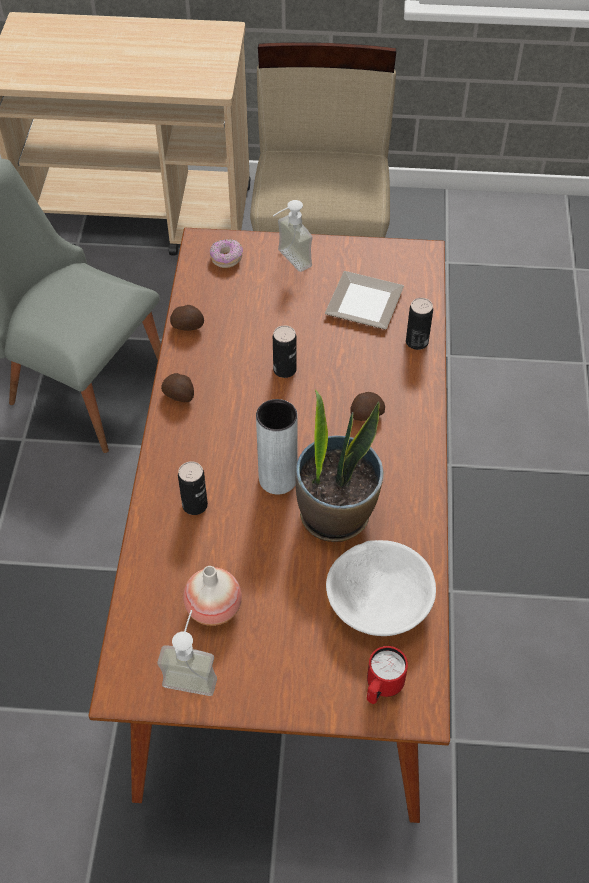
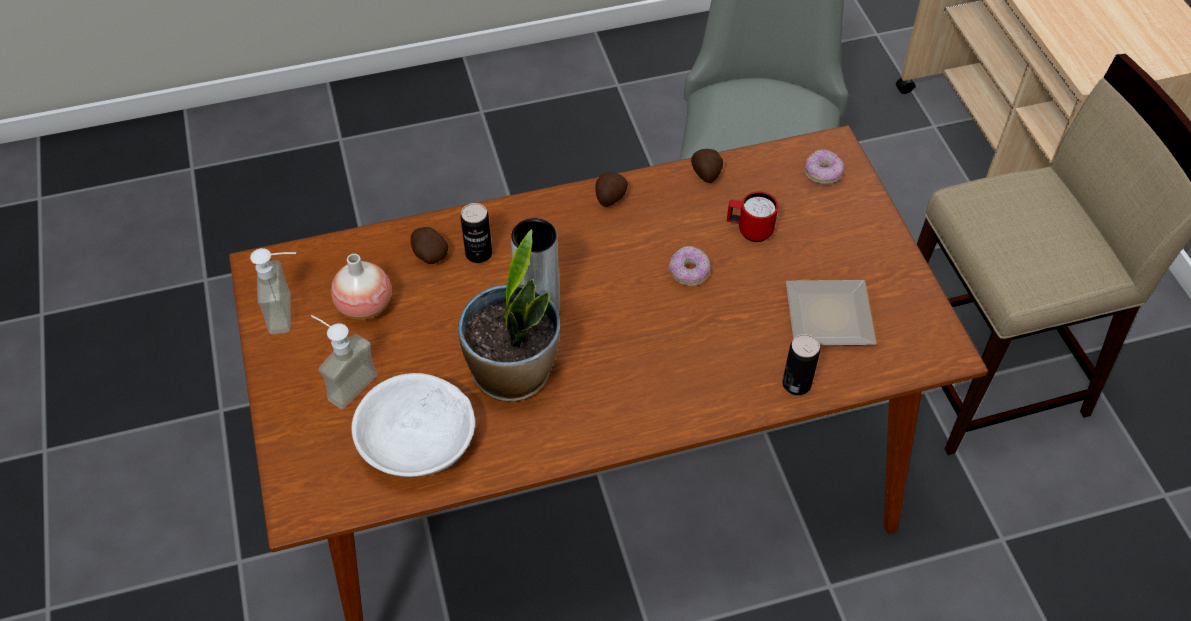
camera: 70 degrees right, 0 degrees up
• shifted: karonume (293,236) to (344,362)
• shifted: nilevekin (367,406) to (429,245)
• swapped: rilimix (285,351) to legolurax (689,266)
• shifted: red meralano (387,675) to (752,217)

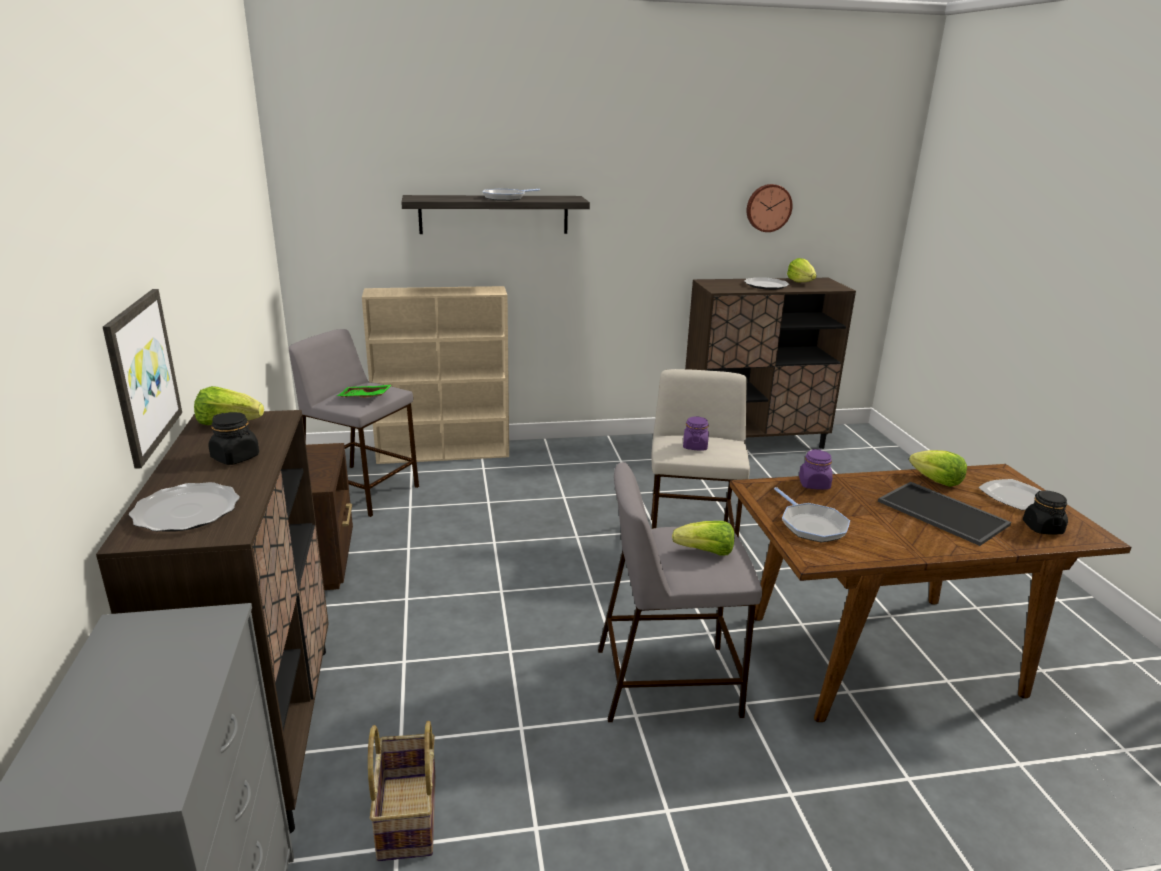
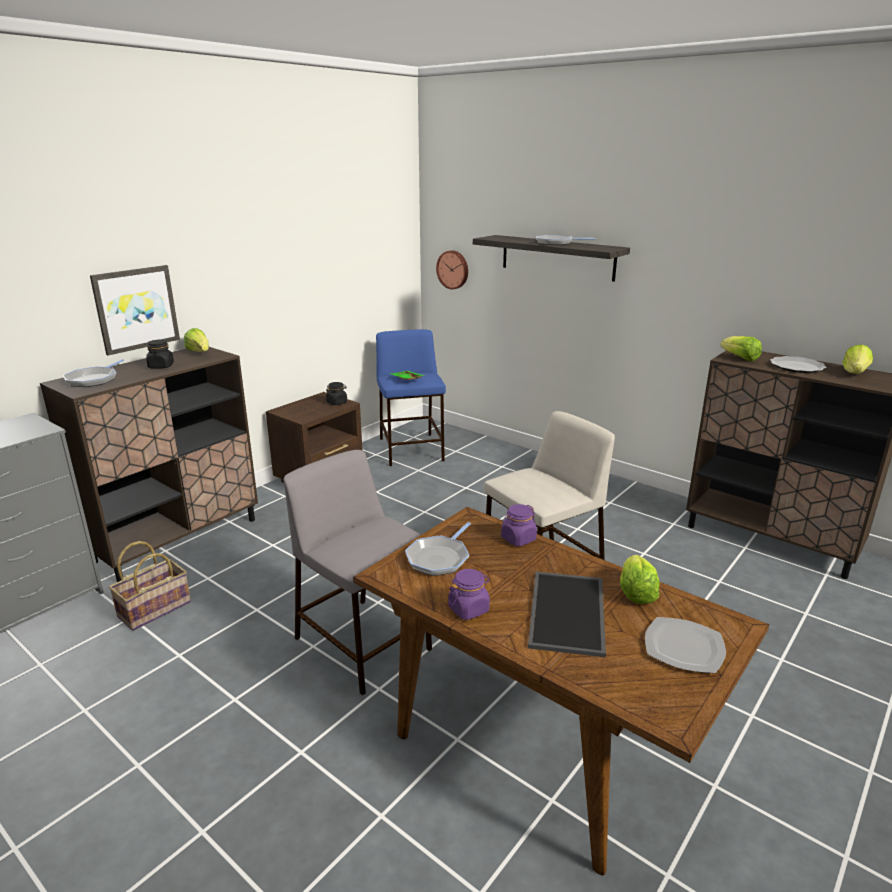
camera: 50 degrees right, 0 degrees up
• swapped: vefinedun (184,507) to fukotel (93,373)
• shifted: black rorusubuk (1045,512) to (336,393)
• repainted: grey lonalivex (354,423) to blue lonalivex (411,397)
• shifted: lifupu (770,208) to (452,269)
• shifted: purple rorusubuk (696,433) to (469,594)
• shifted: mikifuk (703,538) to (741,348)
• gone: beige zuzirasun (435,375)

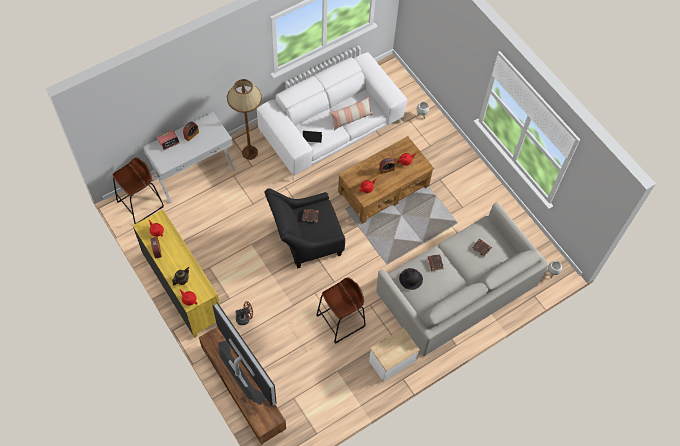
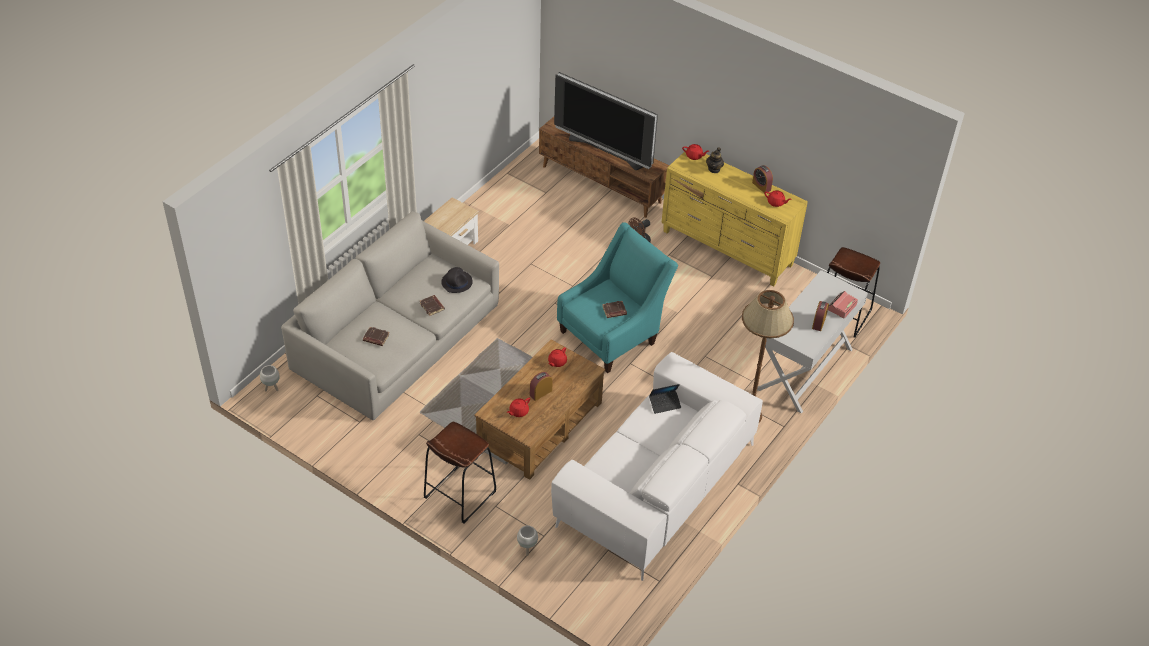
camera: 160 degrees right, 15 degrees down
• shifted: brown lonalivex (341,310) to (460,473)
• repainted: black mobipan (304,228) to turquoise mobipan (617,297)
• gone: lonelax (351,114)

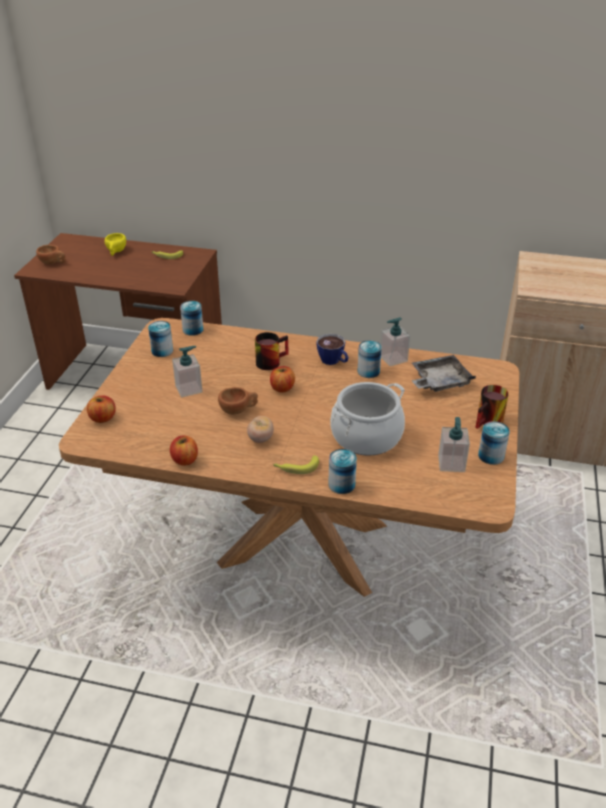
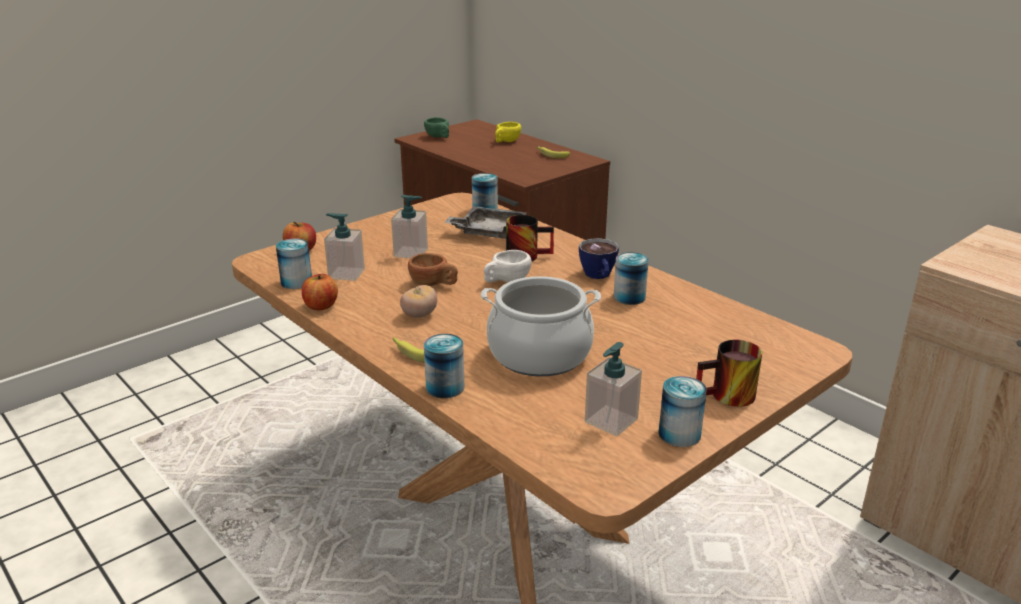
camera: 35 degrees right, 10 degrees down
• shifted: rilimix (160,339) to (294,263)
• shifted: karonume (395,341) to (344,247)
• repainted: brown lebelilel (51,254) to green lebelilel (436,127)
• shifted: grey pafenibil (444,373) to (485,222)
• swapped: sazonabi (282,379) to white lebelilel (508,266)

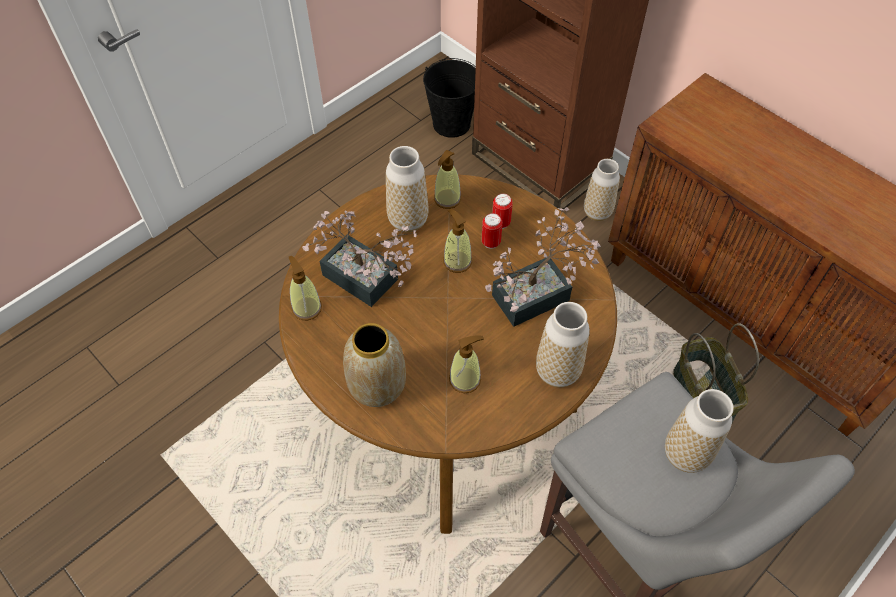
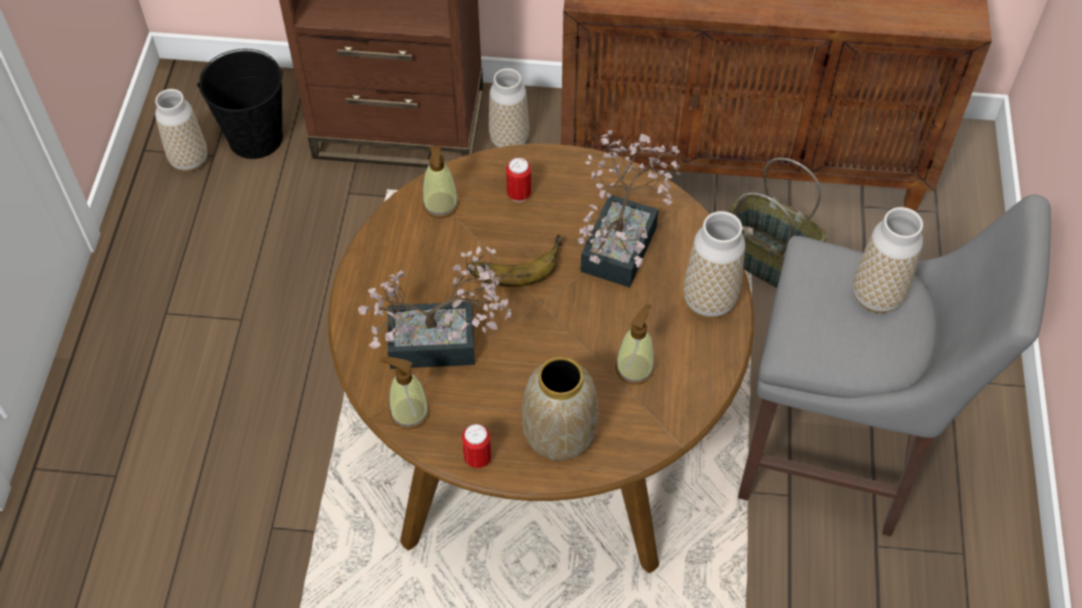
camera: 40 degrees left, 0 degrees up
• shifted: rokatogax (407,189) to (181,130)
• shifted: rilimix (492,231) to (476,446)
• swapped: karonume (457,241) to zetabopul (514,260)

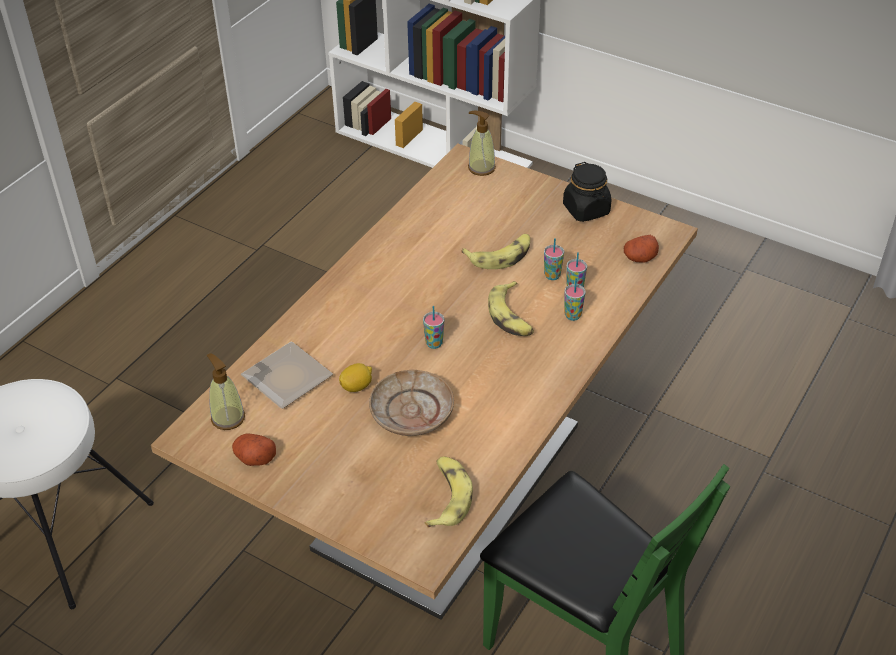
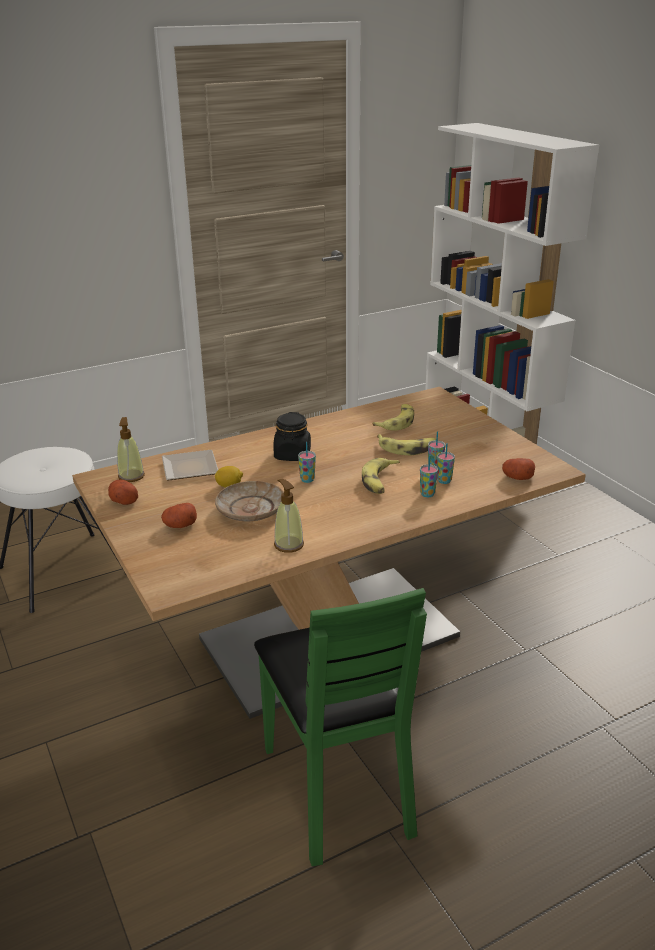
camera: 30 degrees right, 15 degrees down
• new: nilevekin (179,515)
• shifted: black rorusubuk (587,192) to (292,436)
• shifted: karonume (482,143) to (289,516)
• shifted: zetabopul (449,492) to (393,417)

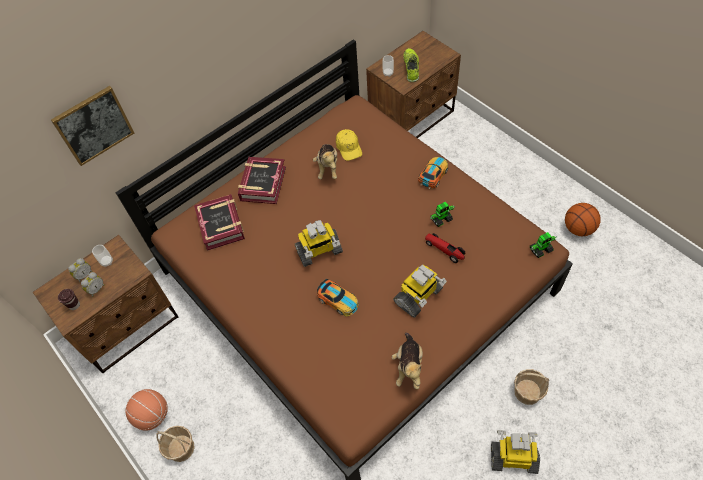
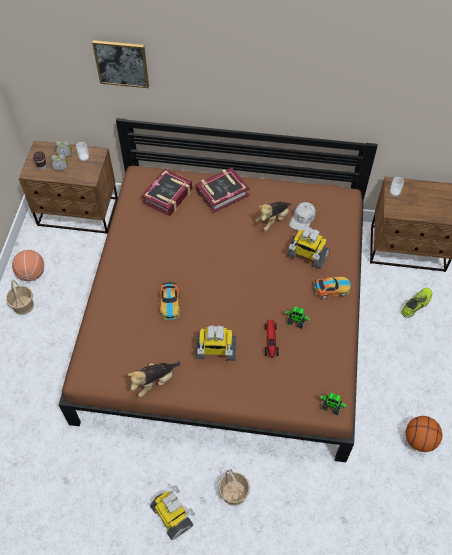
camera: 45 degrees right, 0 degrees up
• shifted: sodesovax (319,243) to (308,248)
• repainted: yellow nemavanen (349,145) to white nemavanen (302,217)
• shifted: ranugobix (411,65) to (416,303)

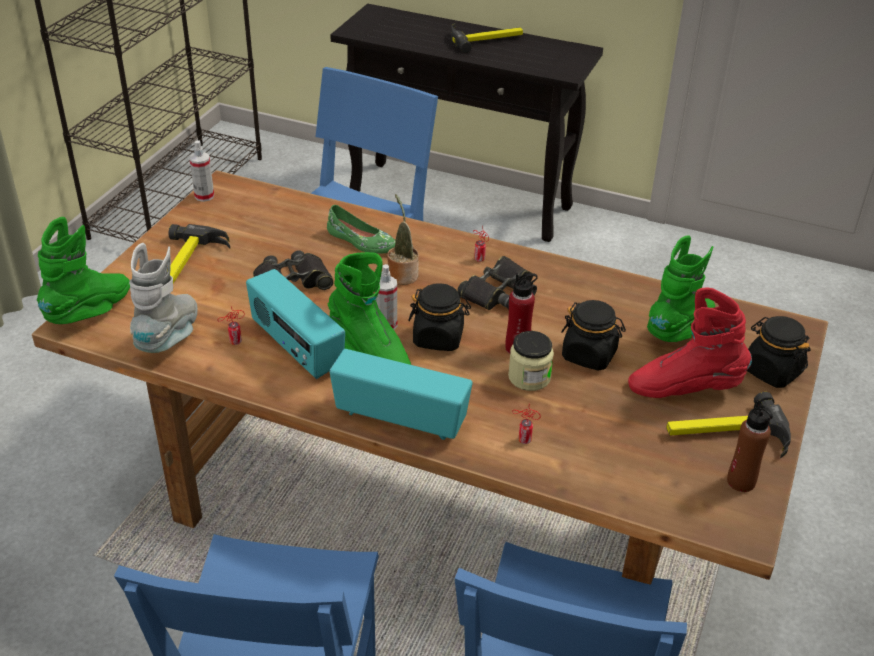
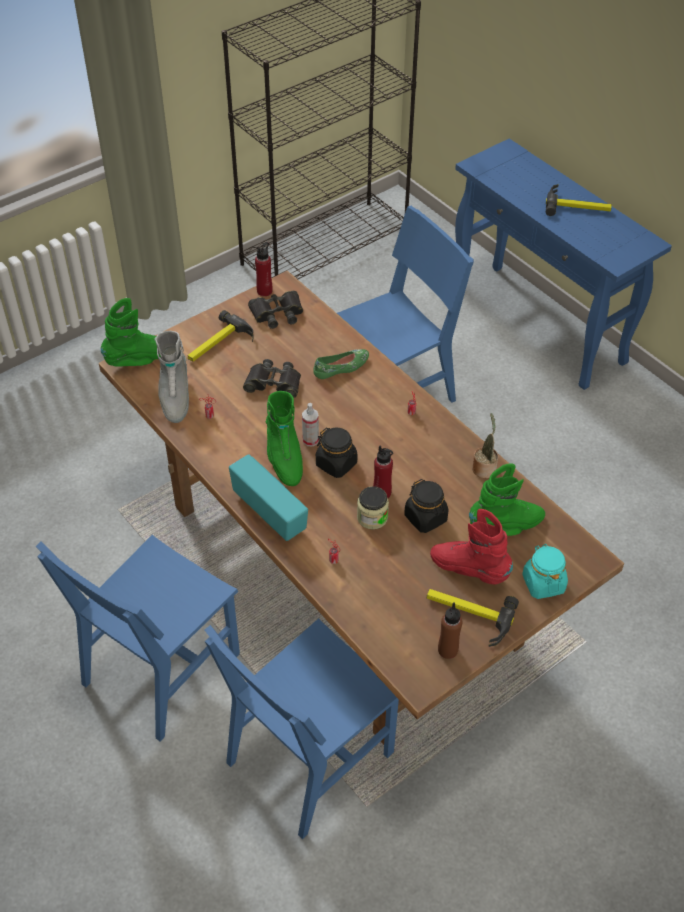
camera: 30 degrees right, 10 degrees up
• rotated: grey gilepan (163,298) = (172,377) 135 degrees clockwise
• shifted: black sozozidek (497,283) to (275,310)
• swapped: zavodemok (201,171) to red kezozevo (264,269)
• rotated: green ranugobix (361,229) = (341,364) 90 degrees counterclockwise
• repainted: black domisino (466,123) to blue domisino (563,264)
• shifted: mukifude (403,239) to (485,445)
• repainted: black rorusubuk (779,352) to turquoise rorusubuk (545,571)
• gone: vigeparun (295,324)

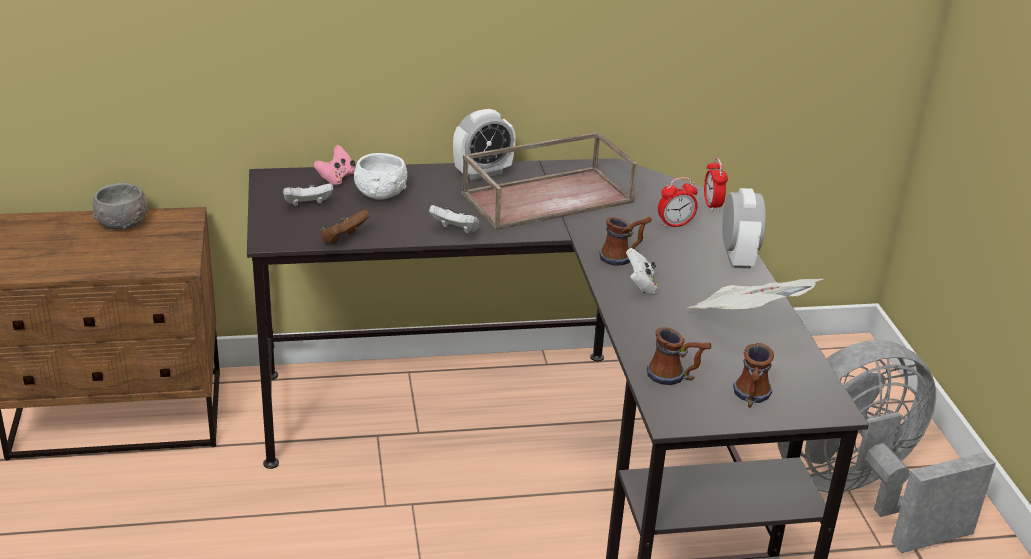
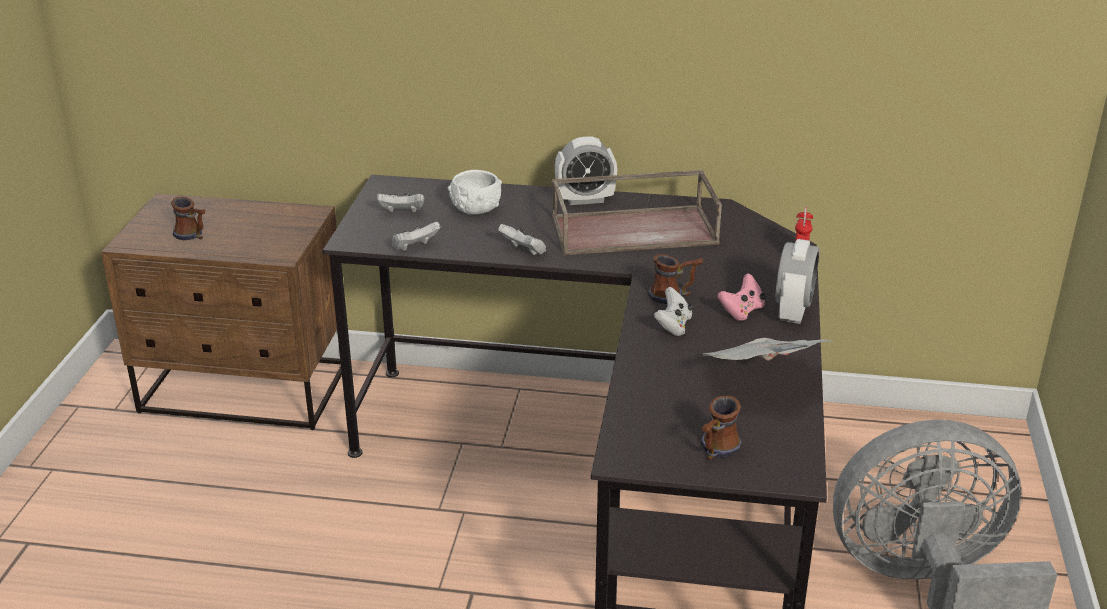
camera: 20 degrees right, 0 degrees up
• shifted: meralano (679,356) to (188,218)
• repainted: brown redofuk (345,227) to white redofuk (416,236)
• shifted: pink redofuk (334,165) to (742,297)
• gone: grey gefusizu (120,206)
• gone: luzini (678,202)

